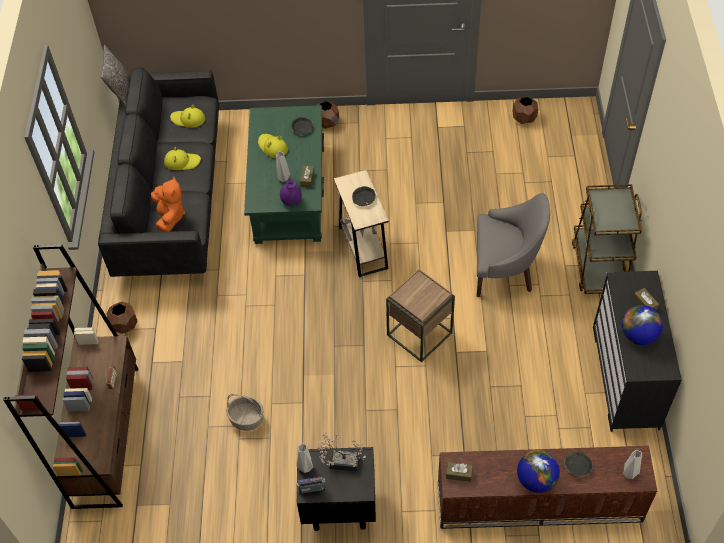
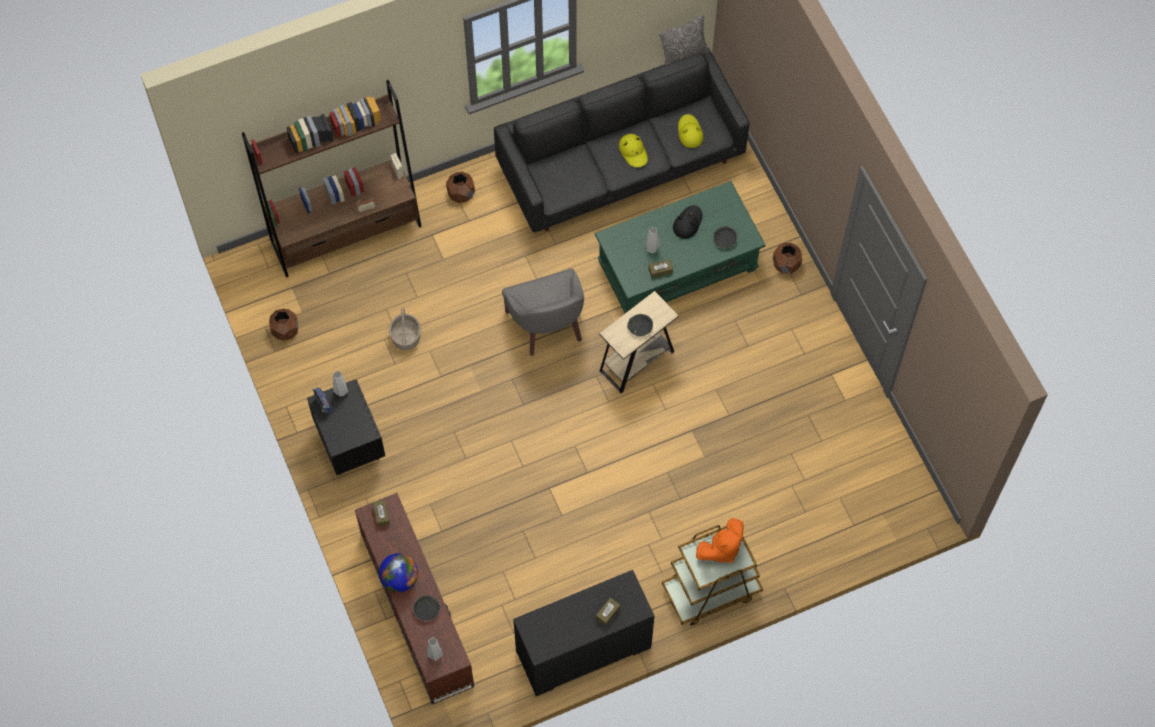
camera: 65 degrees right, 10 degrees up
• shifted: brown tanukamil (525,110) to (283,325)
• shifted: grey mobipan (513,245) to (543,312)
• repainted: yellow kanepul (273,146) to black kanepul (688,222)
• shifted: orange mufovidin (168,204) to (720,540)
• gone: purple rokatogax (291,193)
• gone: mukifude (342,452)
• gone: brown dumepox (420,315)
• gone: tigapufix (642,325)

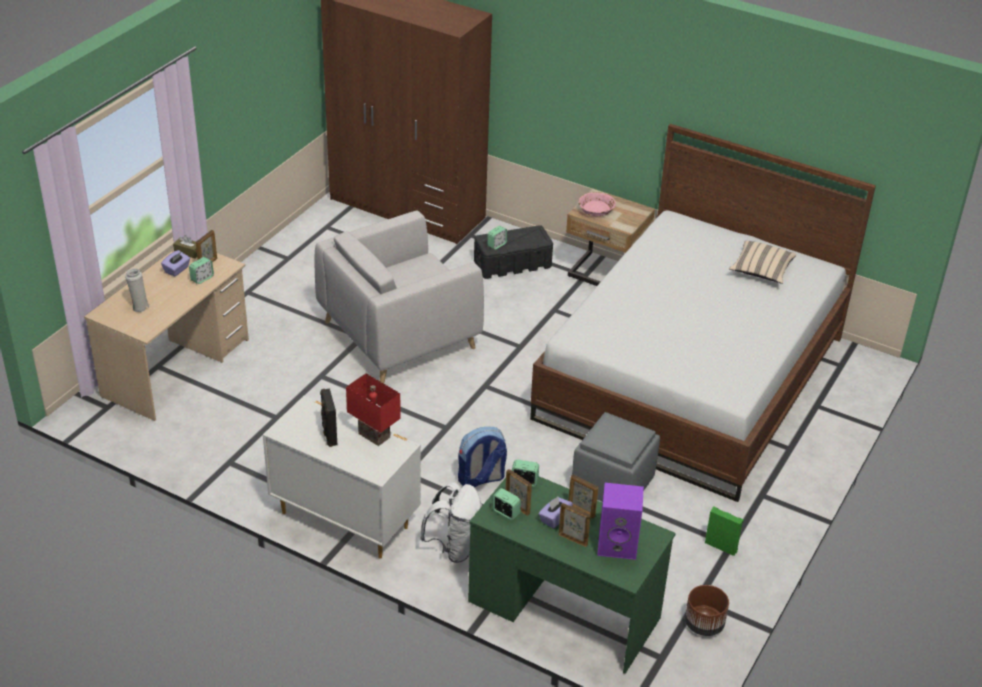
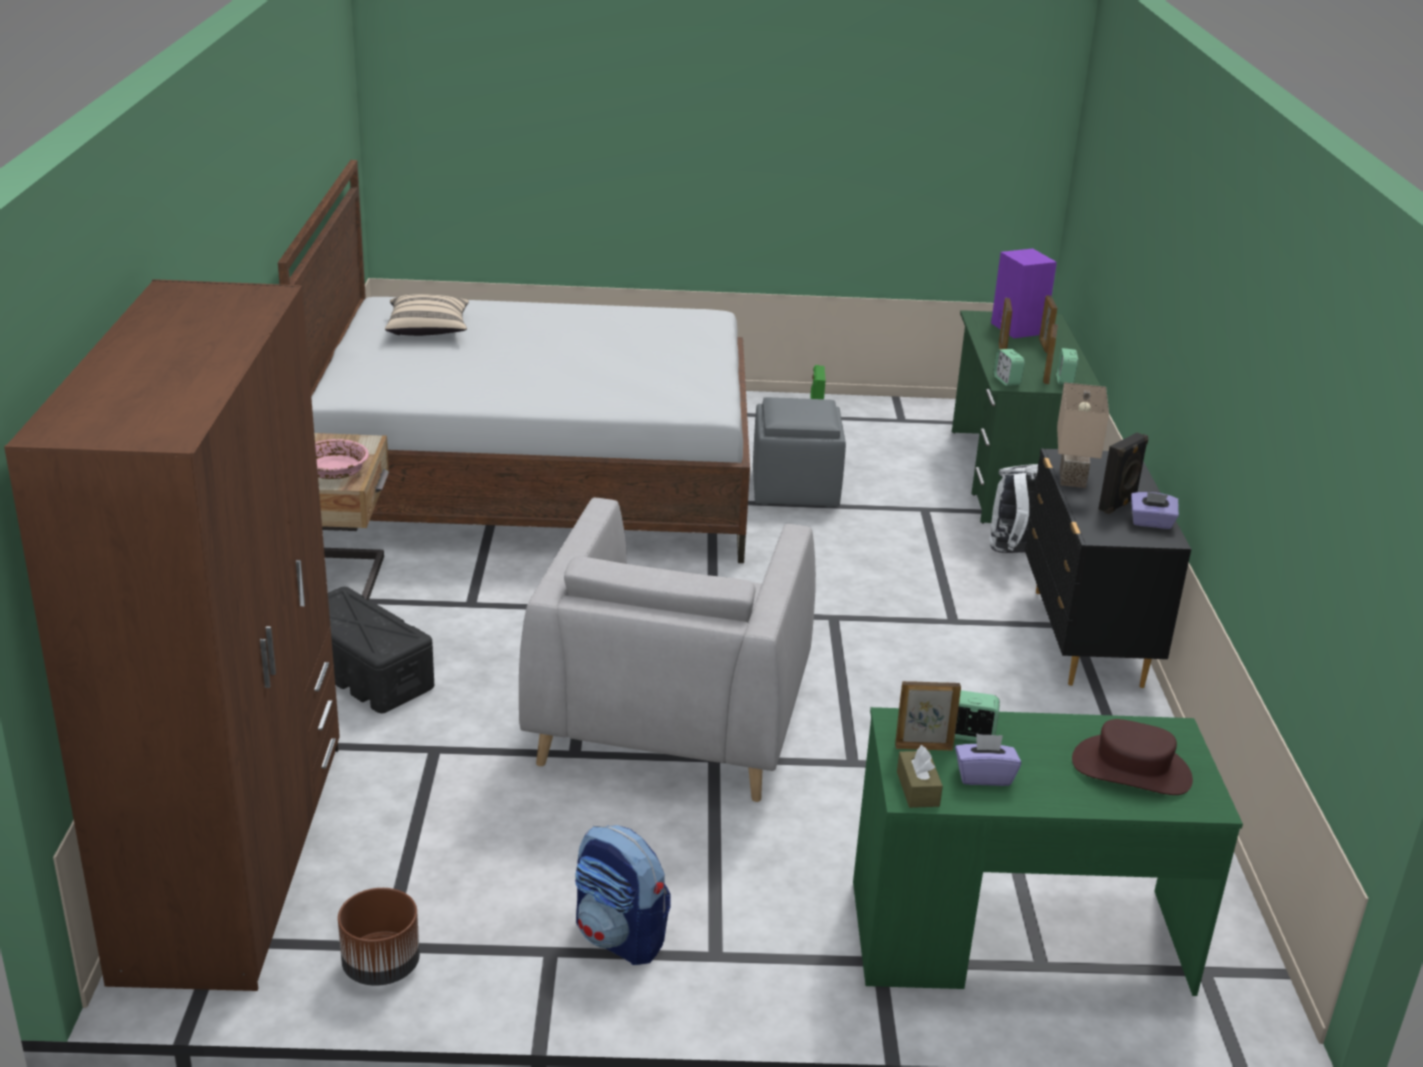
camera: 120 degrees left, 10 degrees down
• shifted: brown tanukamil (707,610) to (379,937)
• rotated: grey mobipan (399,296) = (667,650) 75 degrees clockwise
• shifted: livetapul (482,457) to (623,895)
• repainted: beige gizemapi (166,335) to green gizemapi (1048,851)
• repainted: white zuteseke (342,477) to black zuteseke (1108,568)
• repainted: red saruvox (373,409) to beige saruvox (1083,435)
• swapped: white rokatogax (137,290) to brown kanepul (1132,757)
• shifted: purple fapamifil (556,512) to (1155,510)
• gone: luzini (497,238)

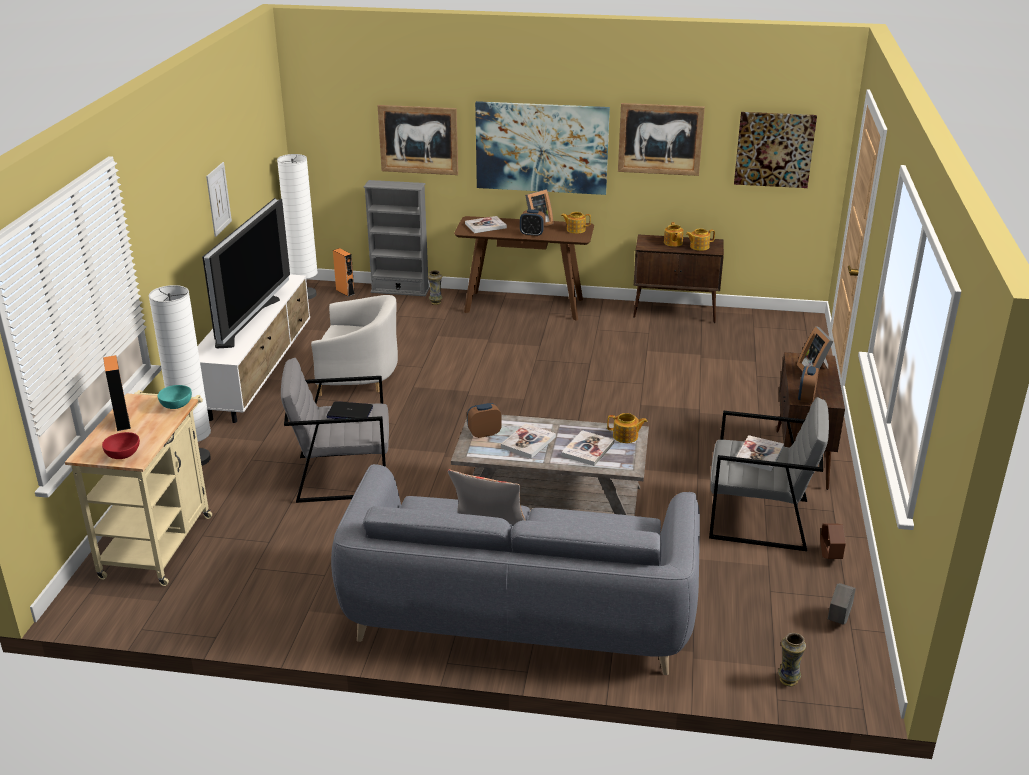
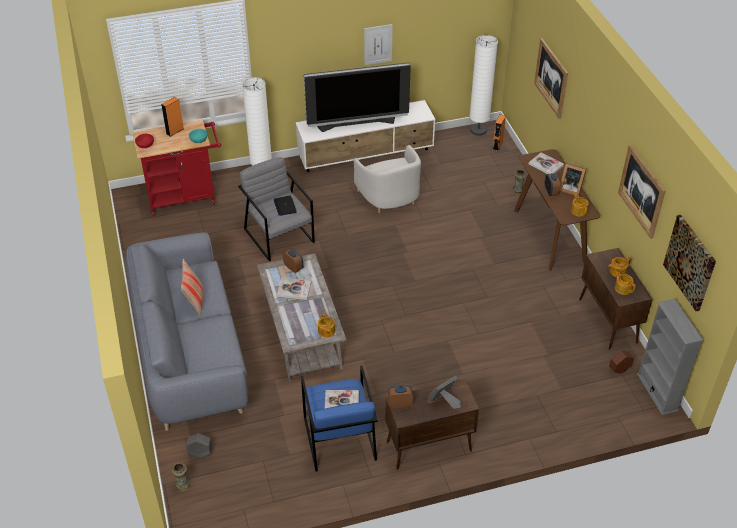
camera: 65 degrees right, 15 degrees up
• repainted: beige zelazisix (138,488) to red zelazisix (176,168)
• shifted: grey tanukamil (842,604) to (199,445)
• repainted: grey mobipan (769,474) to blue mobipan (339,418)
• shifted: brown tanukamil (833,541) to (621,362)
• shifted: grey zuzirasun (396,238) to (670,357)
• gone: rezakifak (542,148)
• gone: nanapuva (588,448)

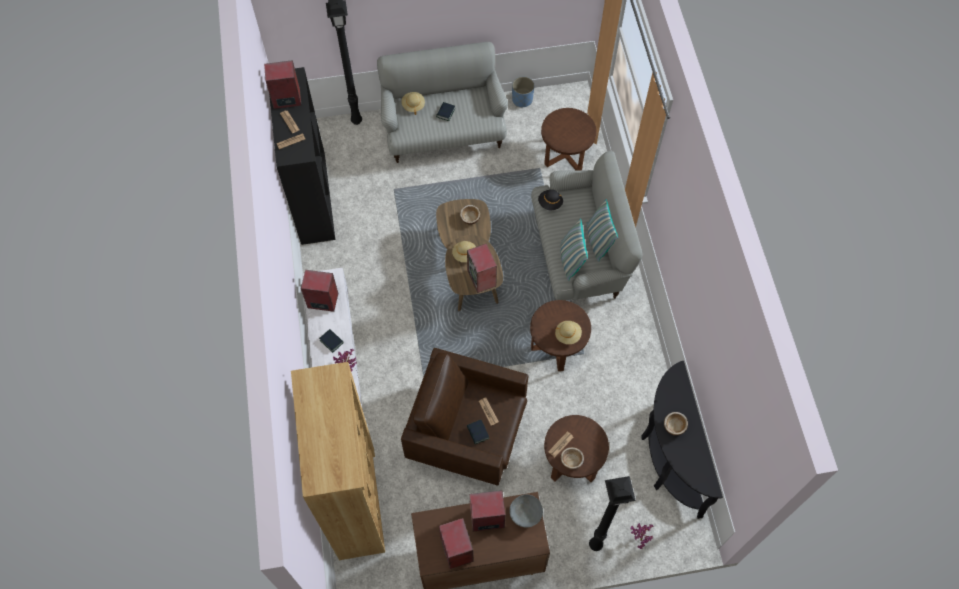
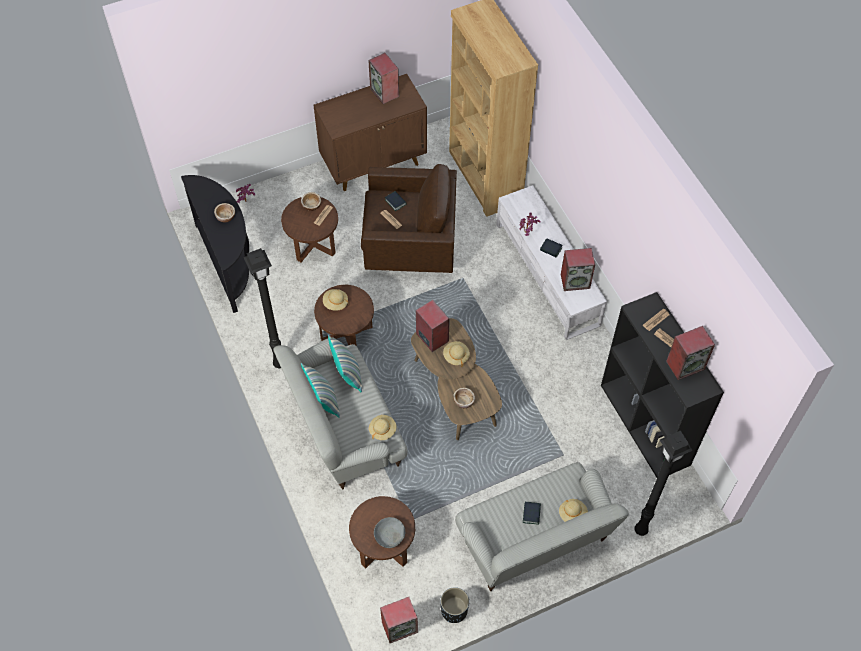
camera: 165 degrees right, 5 degrees down
• shifted: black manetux (612,513) to (262,308)
• repainted: black kanepul (550,200) to beige kanepul (383,427)
• shifted: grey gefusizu (526,510) to (389,532)
• shifted: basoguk (488,511) to (399,620)
• repainted: blue tanukamil (523,92) to black tanukamil (455,605)

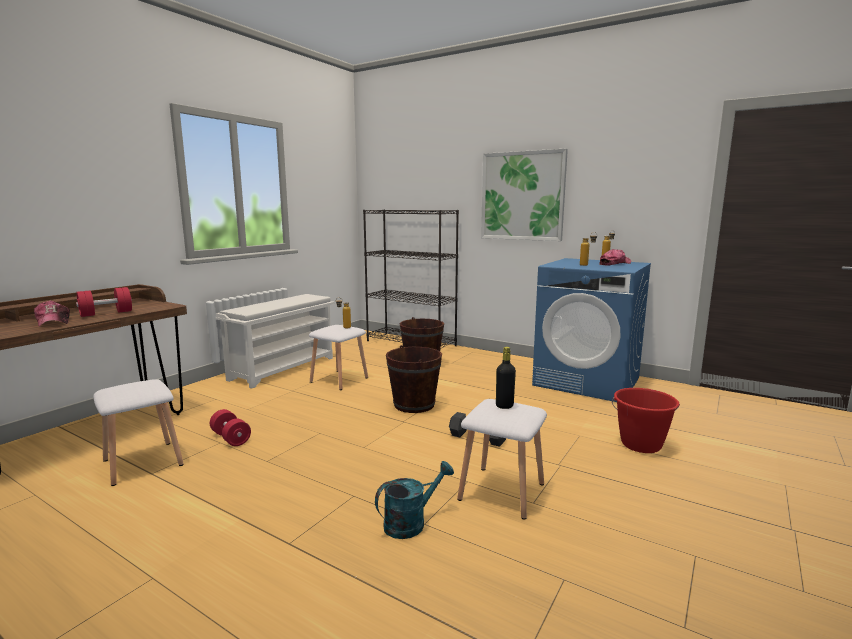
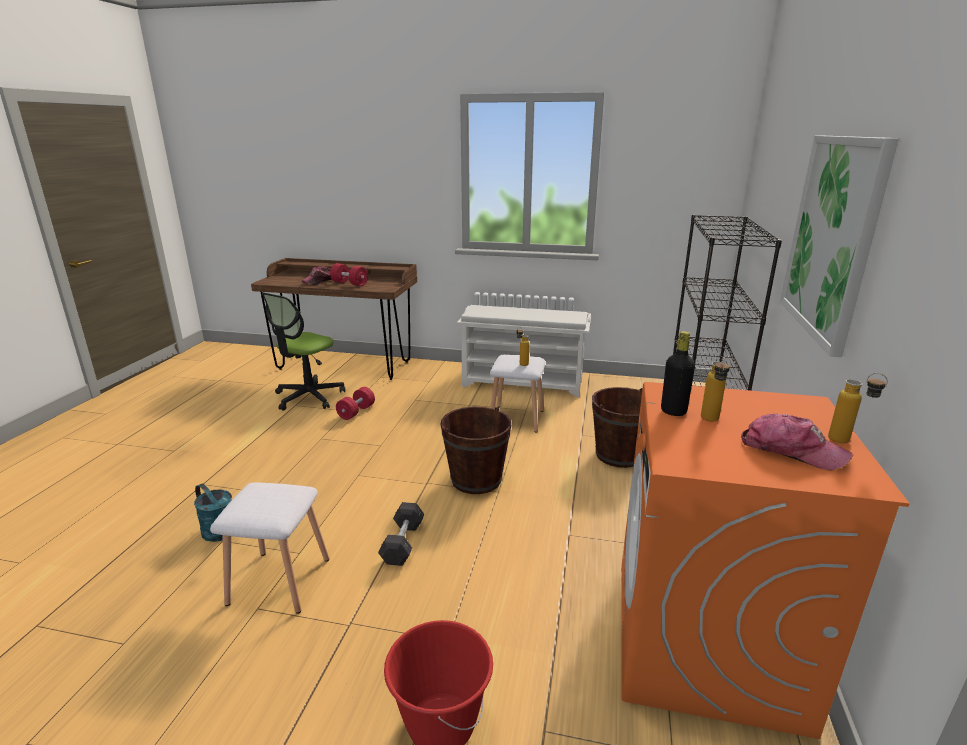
camera: 70 degrees right, 10 degrees up
• swapped: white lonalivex (138,432) to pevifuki (303,351)
• repainted: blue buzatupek (591,330) to orange buzatupek (765,560)
• shifted: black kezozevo (506,378) to (678,373)

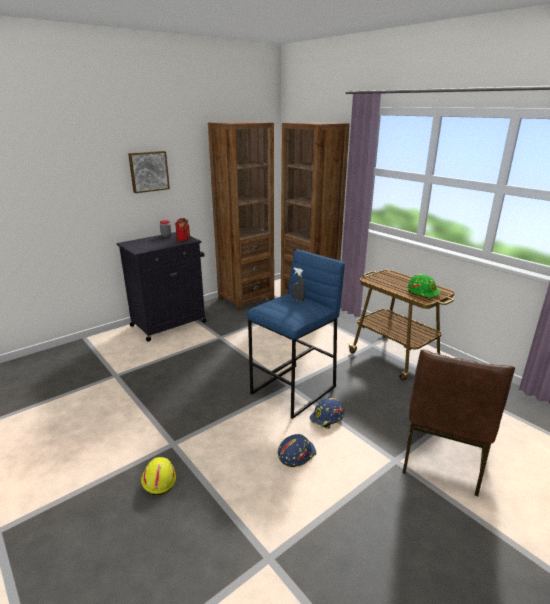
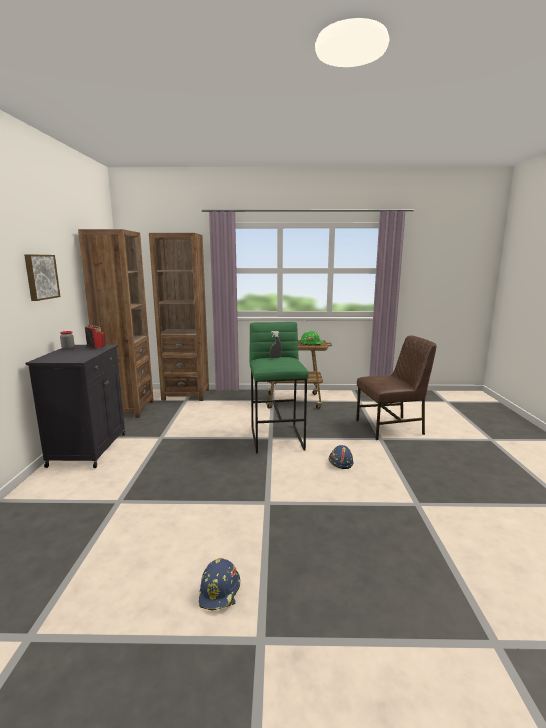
camera: 50 degrees left, 10 degrees down
• shifted: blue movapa (326,413) to (219,584)
• repainted: blue lonalivex (296,334) to green lonalivex (279,387)
• rotated: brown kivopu (459,422) = (396,388) 75 degrees counterclockwise
• gone: yellow movapa (158,476)

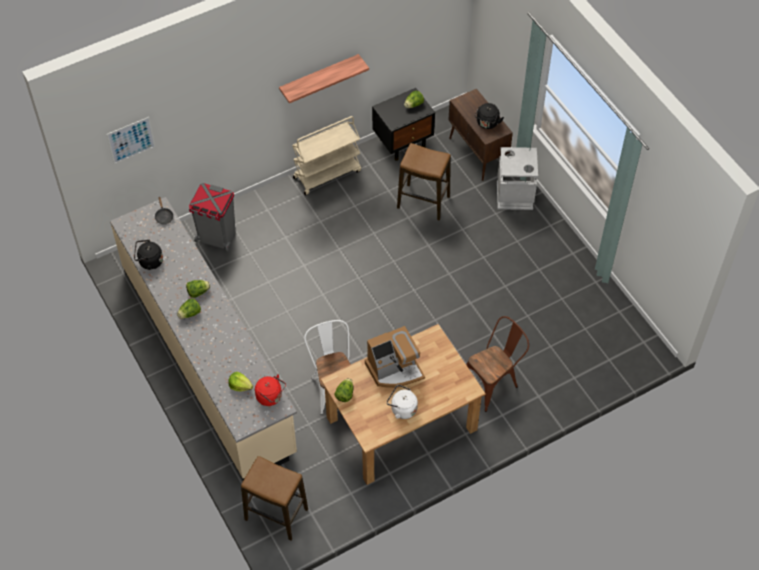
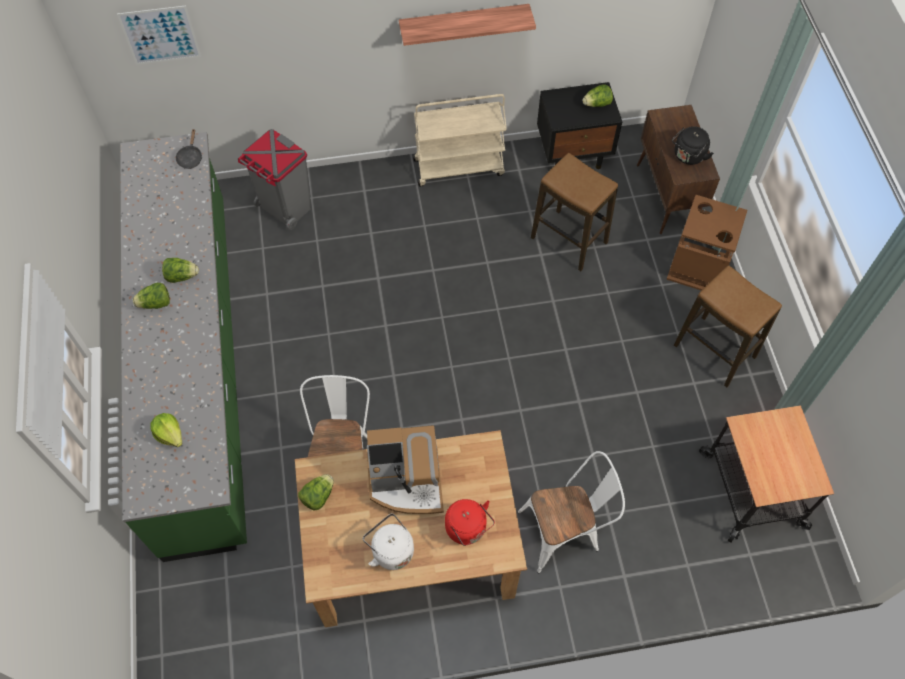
camera: 20 degrees right, 5 degrees up
• repainted: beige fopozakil (203,338) to green fopozakil (183,347)
• shifted: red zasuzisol (270,390) to (470,522)
• repainted: brown kivopu (497,364) to white kivopu (571,512)
• repainted: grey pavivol (517,178) to brown pavivol (706,242)
• shifted: lonalivex (274,498) to (728,326)
• new: zelazisix (766,474)
• gone: black zasuzisol (148,255)

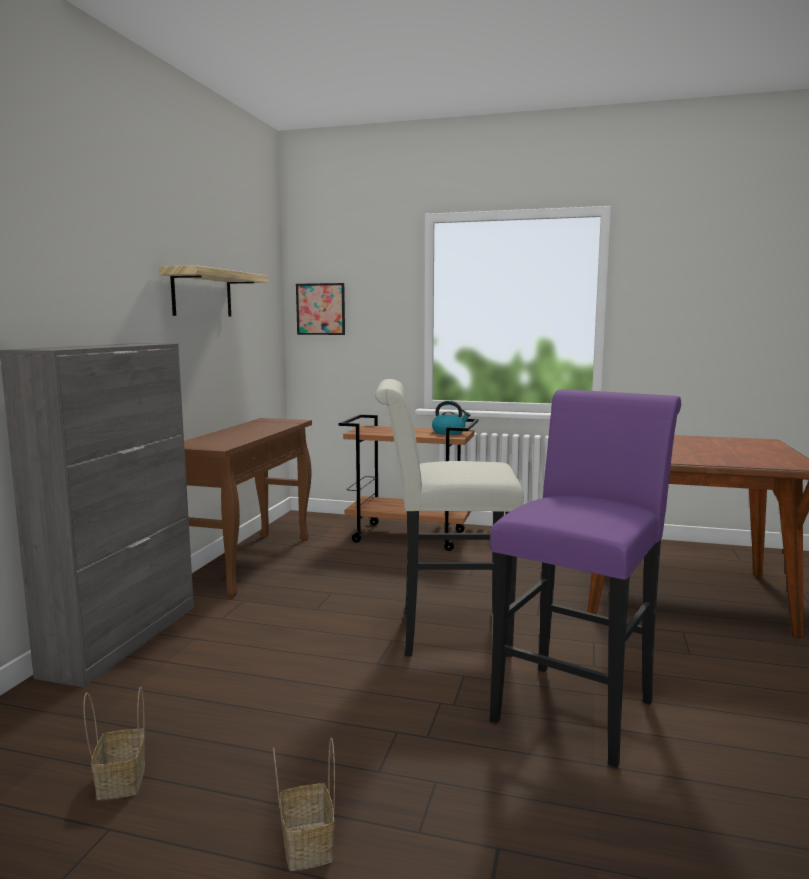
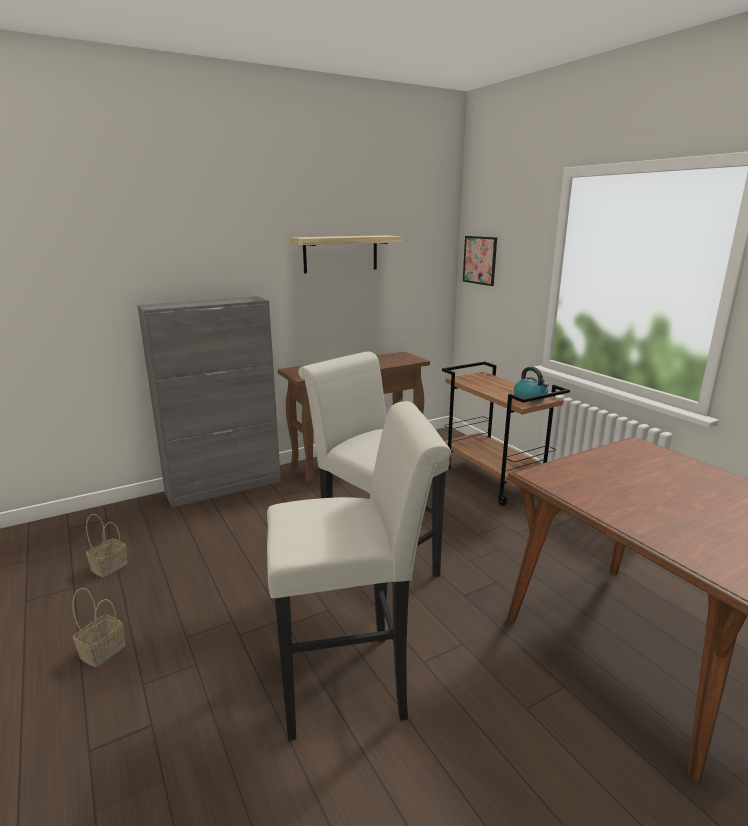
camera: 45 degrees right, 10 degrees up
• repainted: purple lonalivex (585,578) to white lonalivex (359,571)

